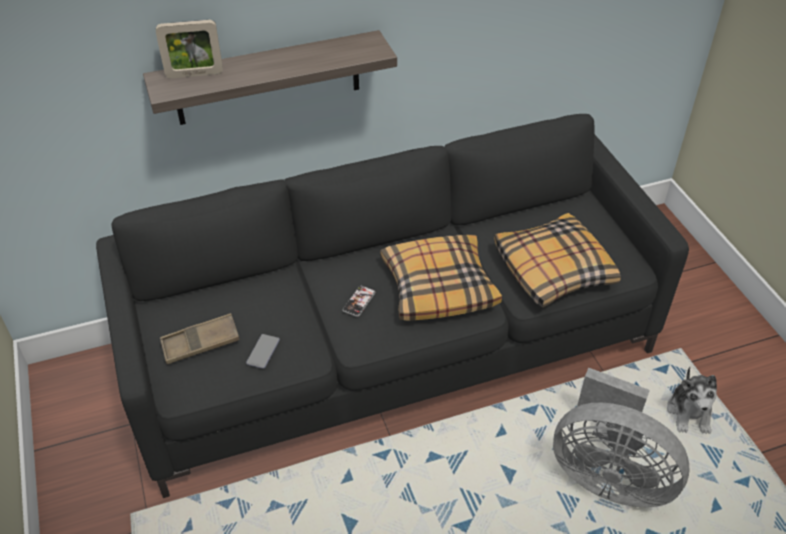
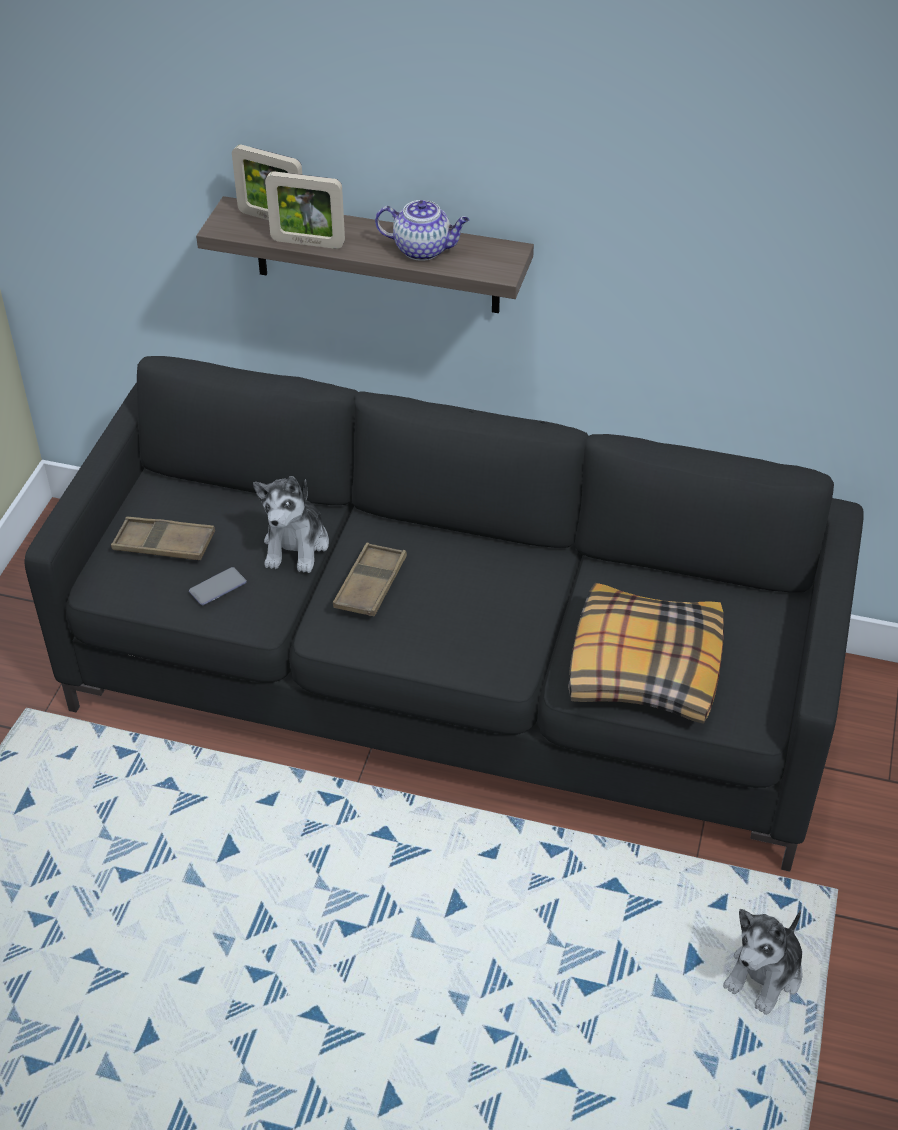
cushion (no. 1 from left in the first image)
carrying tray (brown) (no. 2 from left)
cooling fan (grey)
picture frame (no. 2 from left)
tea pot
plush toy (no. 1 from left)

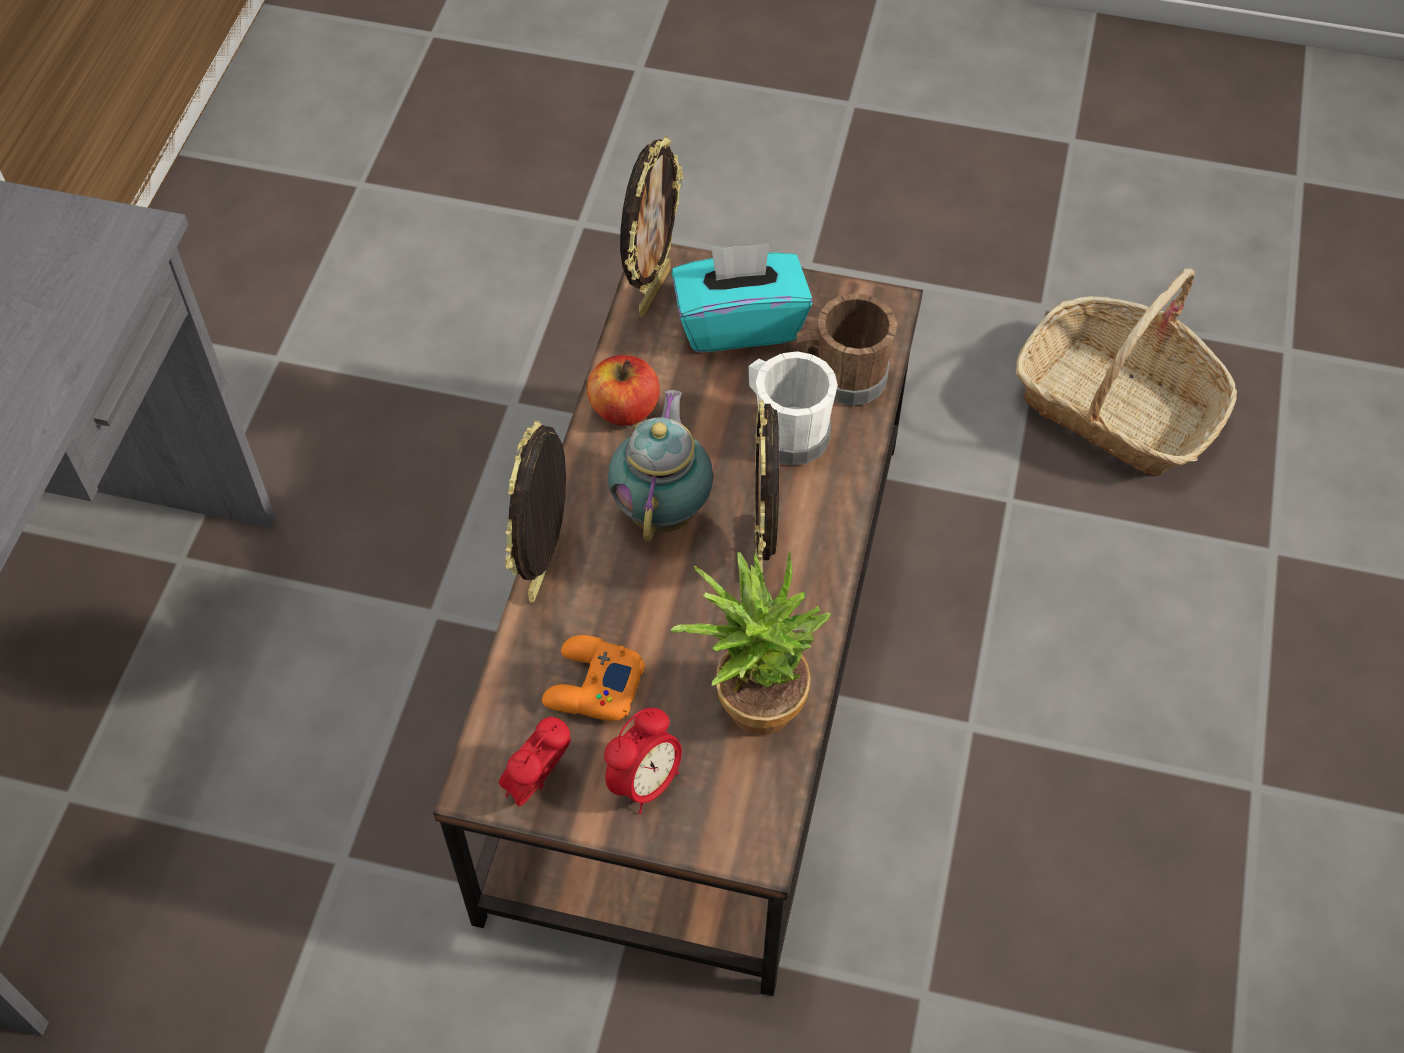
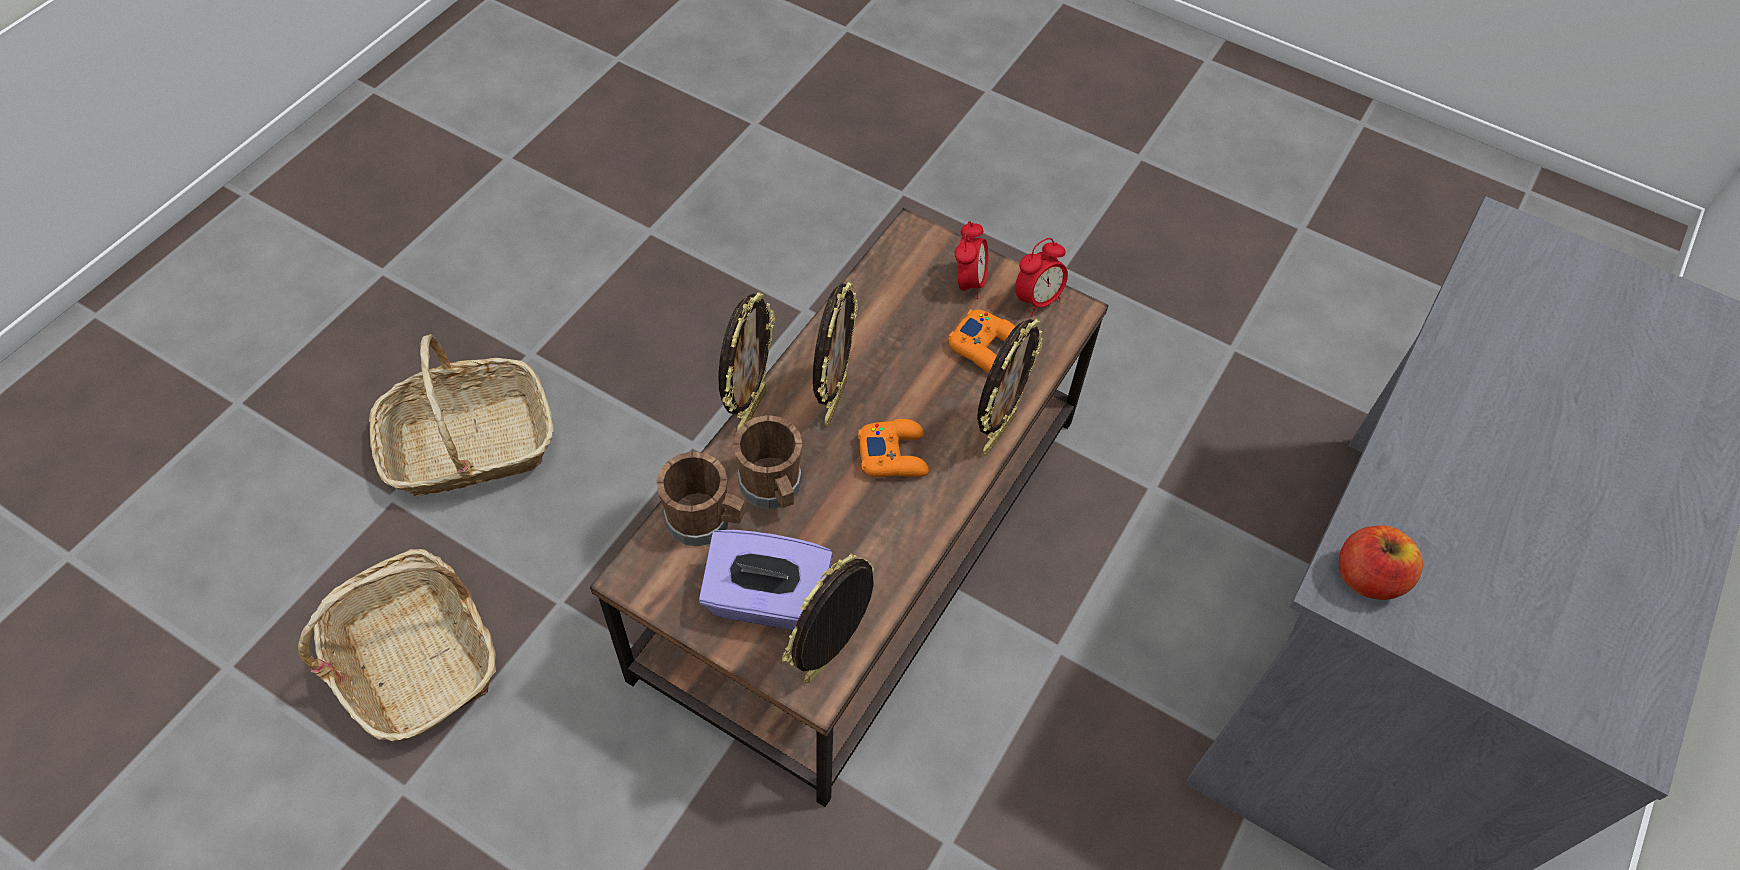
tissue holder (purple-coloured)
coffee mug (brown) (no. 2 from left)
apple fruit
gamepad (orange) (no. 1 from left)
plant in a pot
bedside clock (no. 1 from left)
picture frame (no. 1 from left)
storage basket (no. 2 from left)

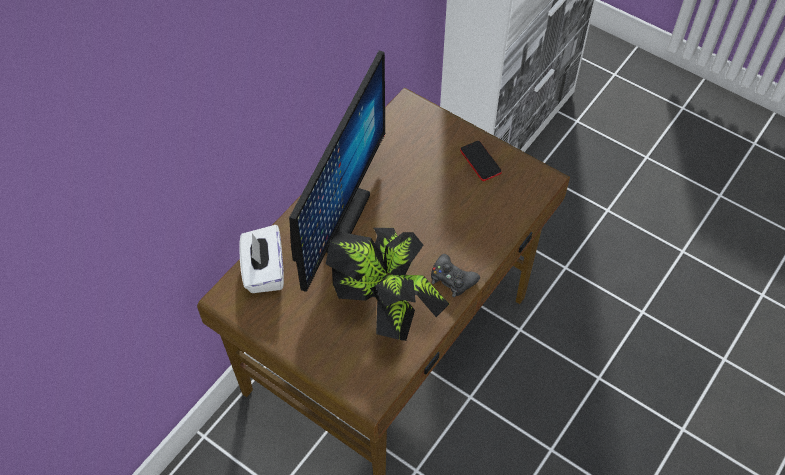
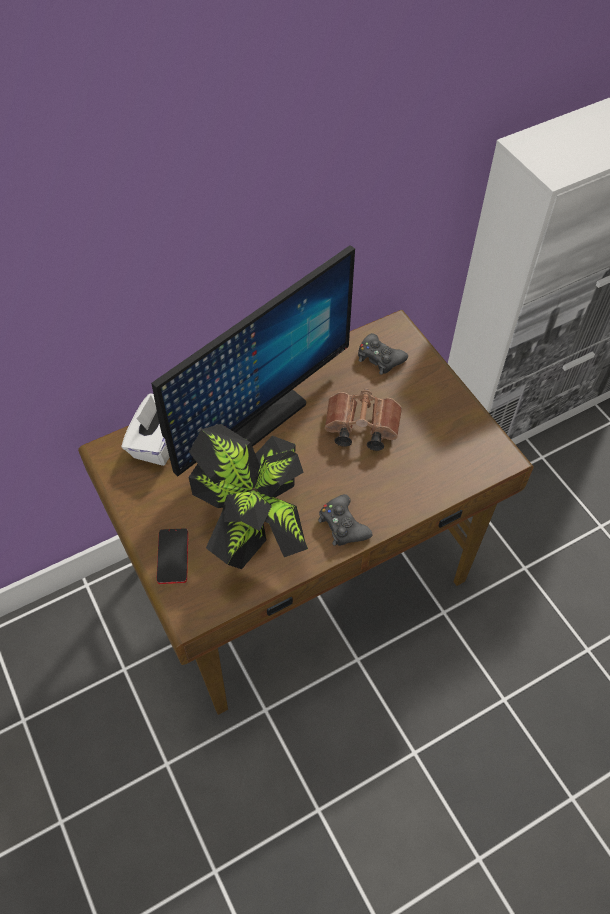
telephone
gamepad (blackish) (no. 2 from left)
pair of binoculars (brown)

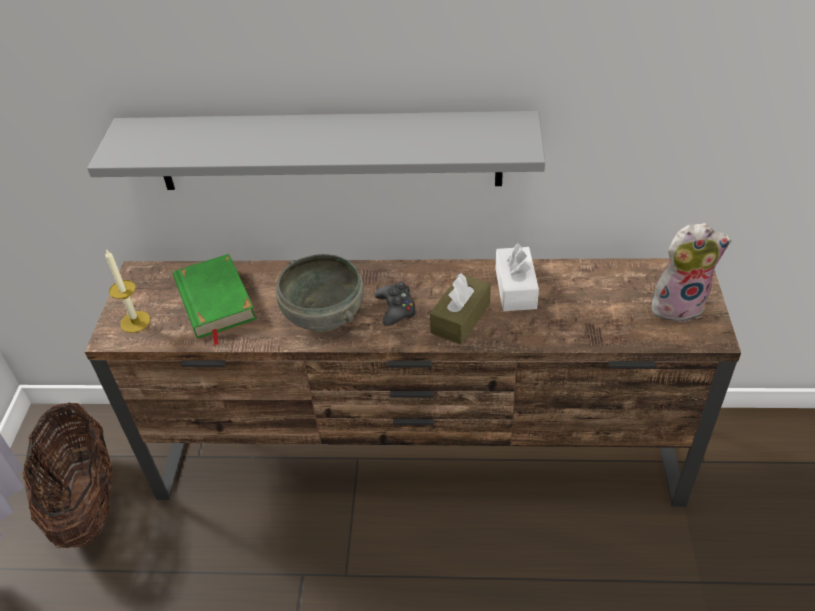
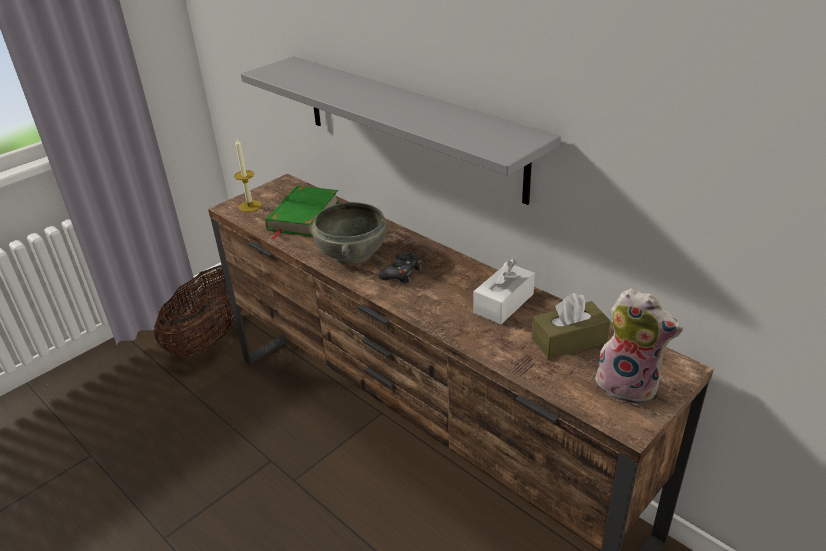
tissue holder (brown)

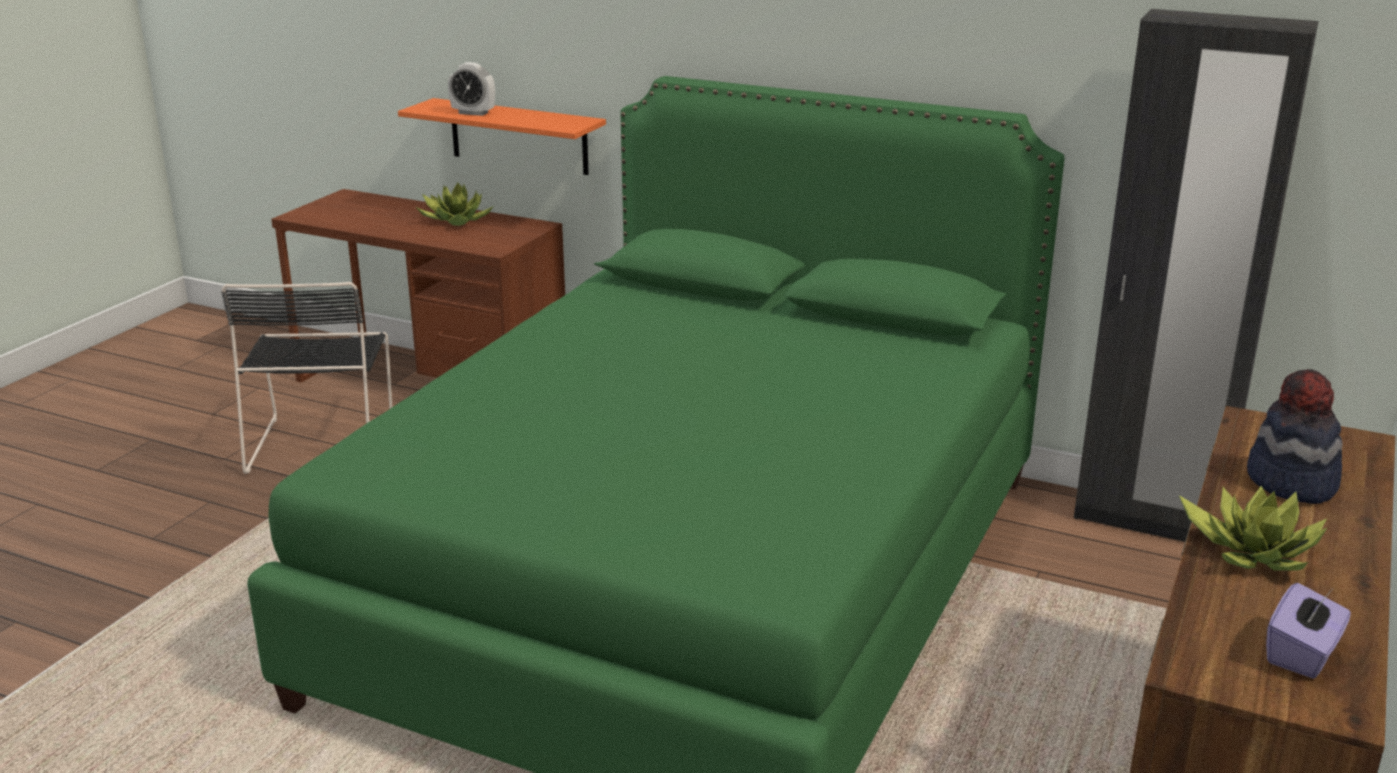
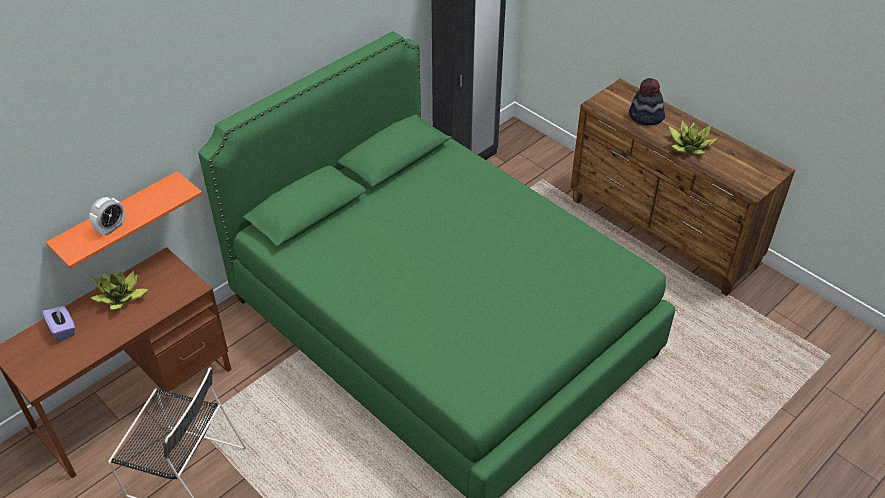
tissue holder (purple-coloured)

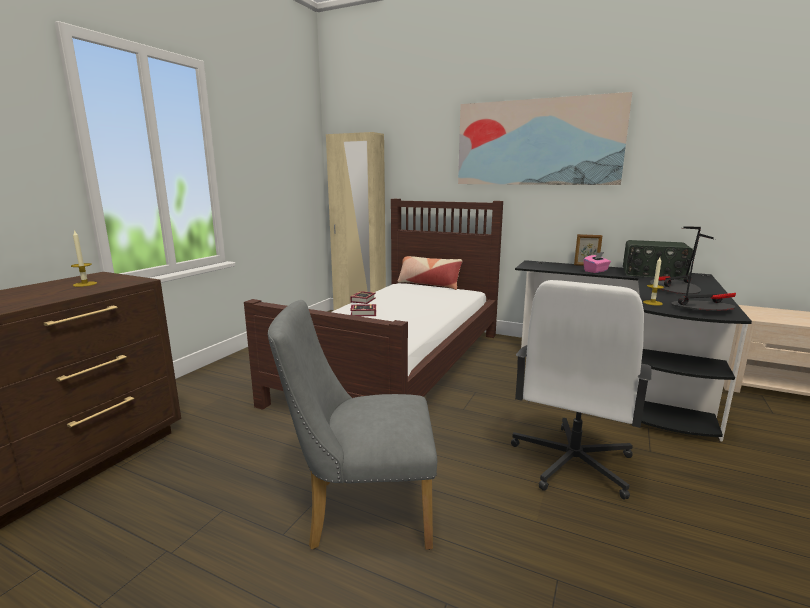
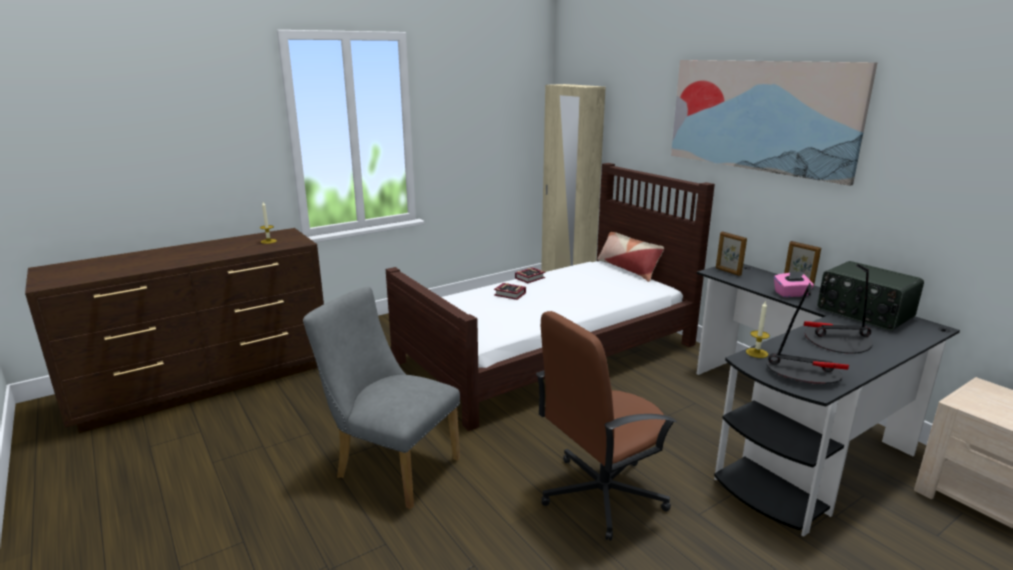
desk chair (brown)
picture frame (no. 1 from left)

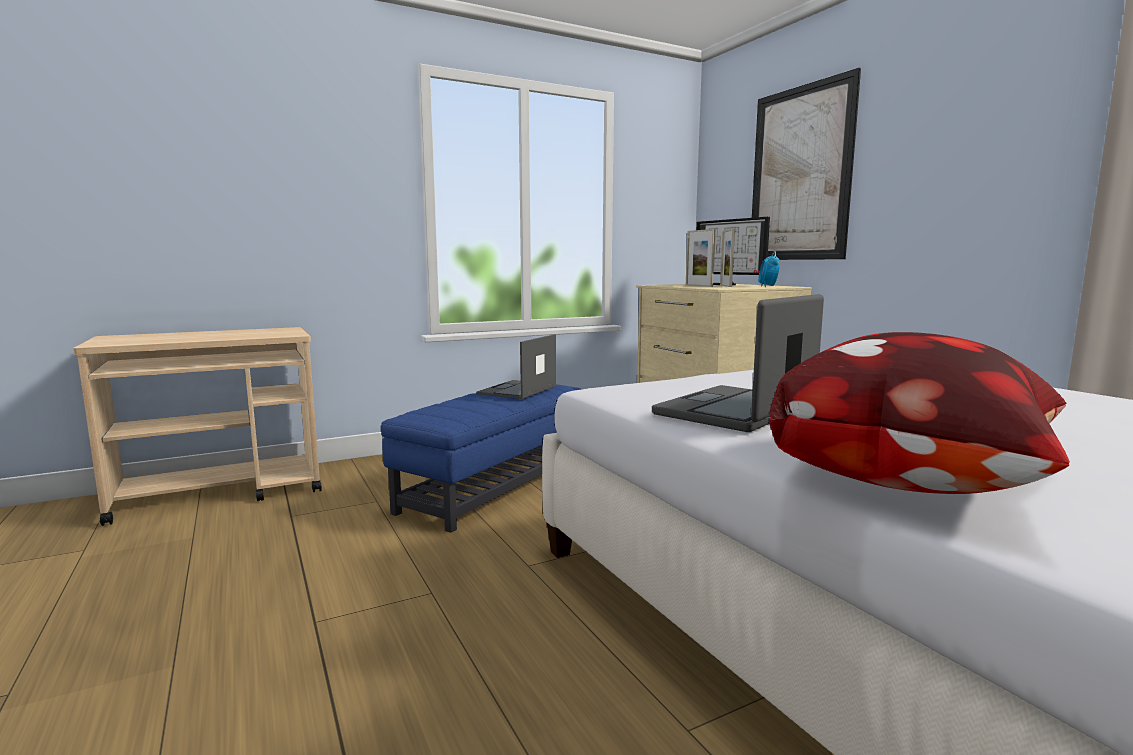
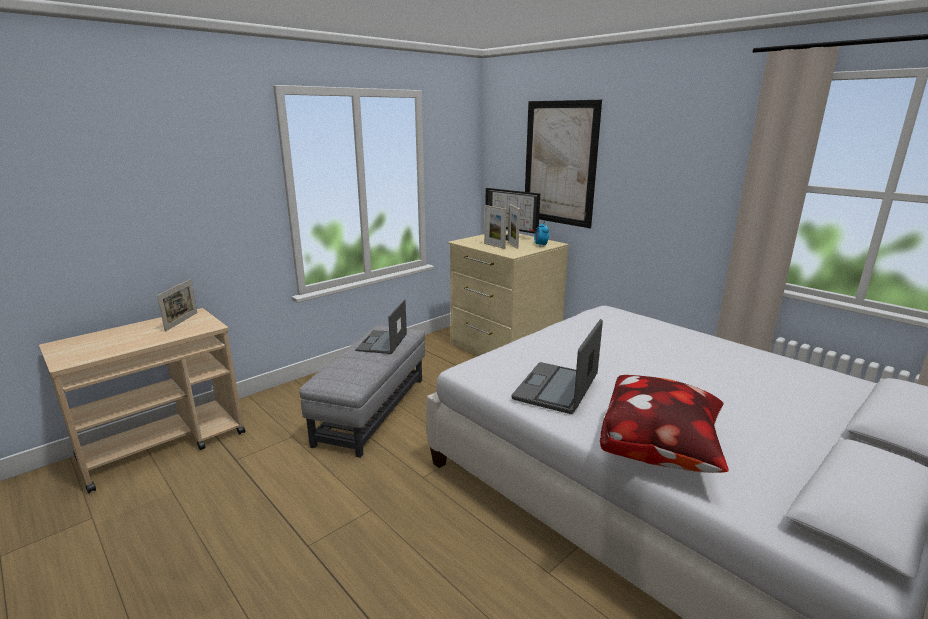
pouffe (grey)
picture frame (no. 1 from left)

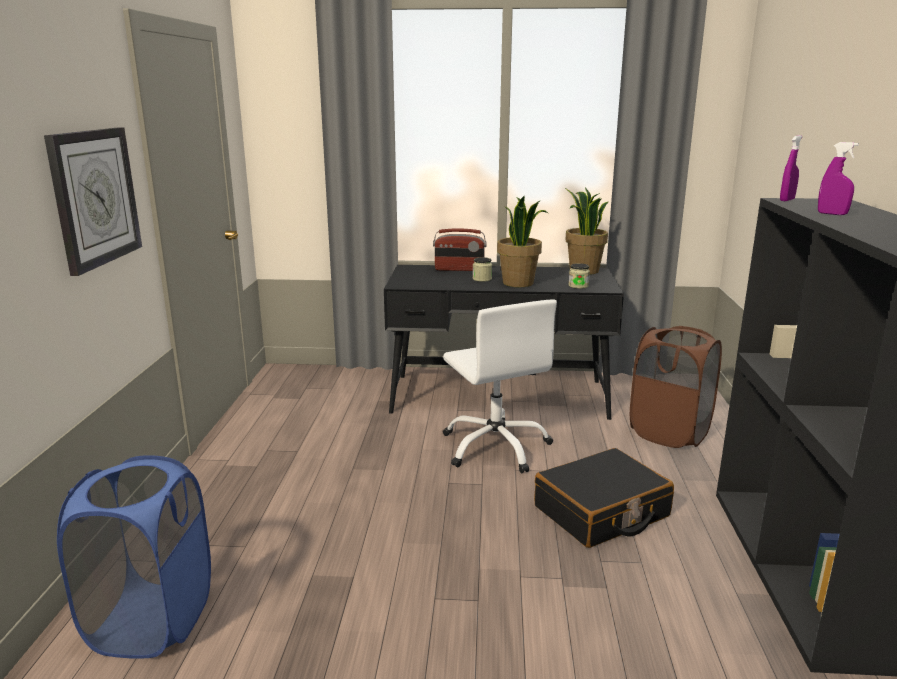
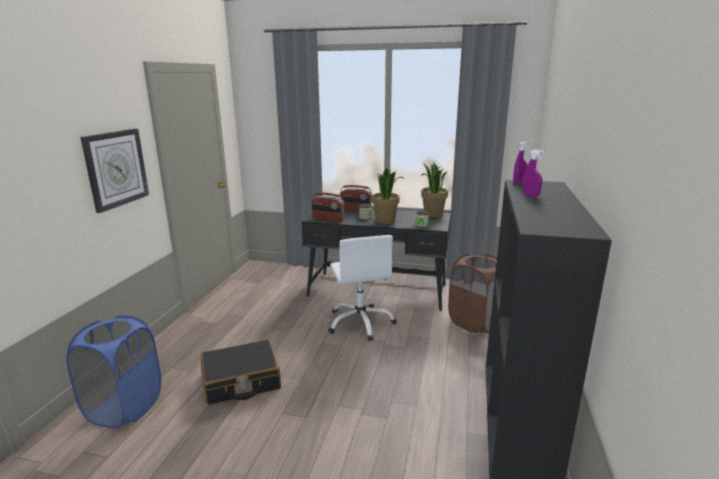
suitcase (blackish)
radio receiver (no. 1 from left)

